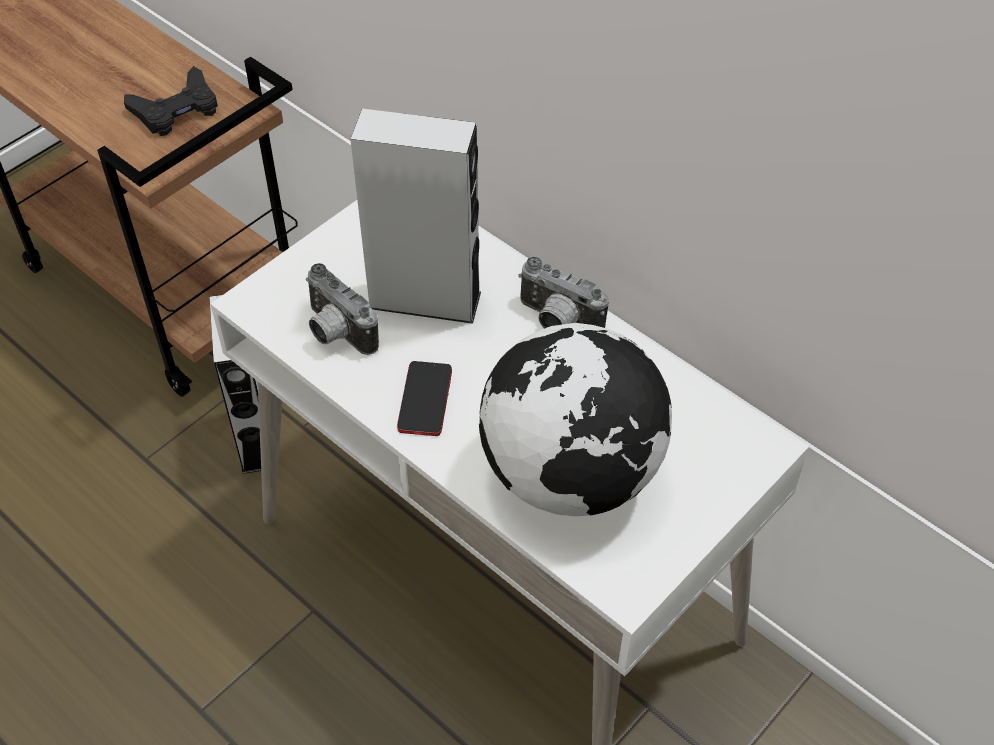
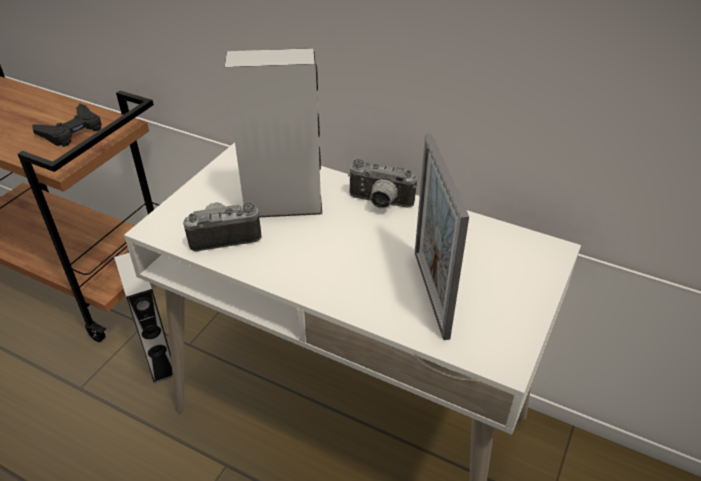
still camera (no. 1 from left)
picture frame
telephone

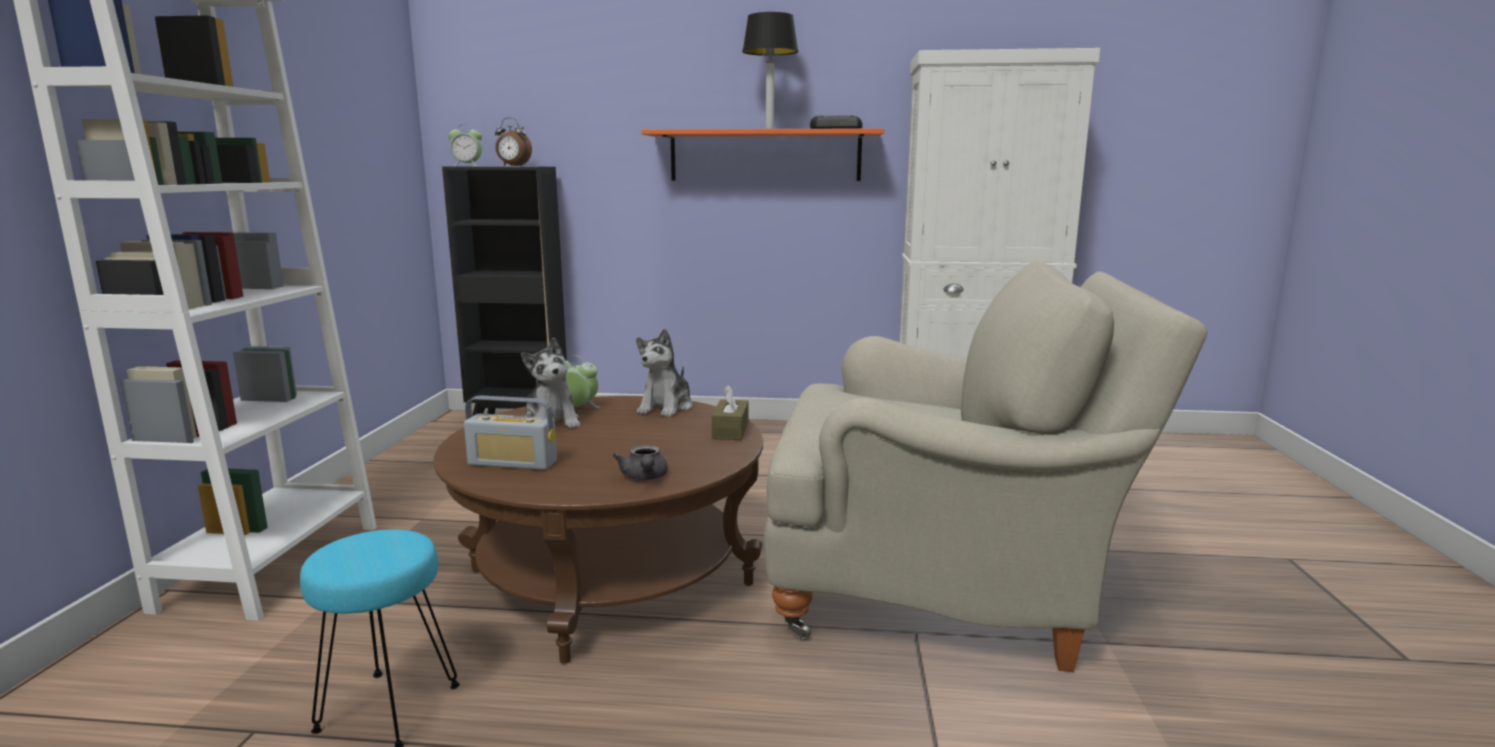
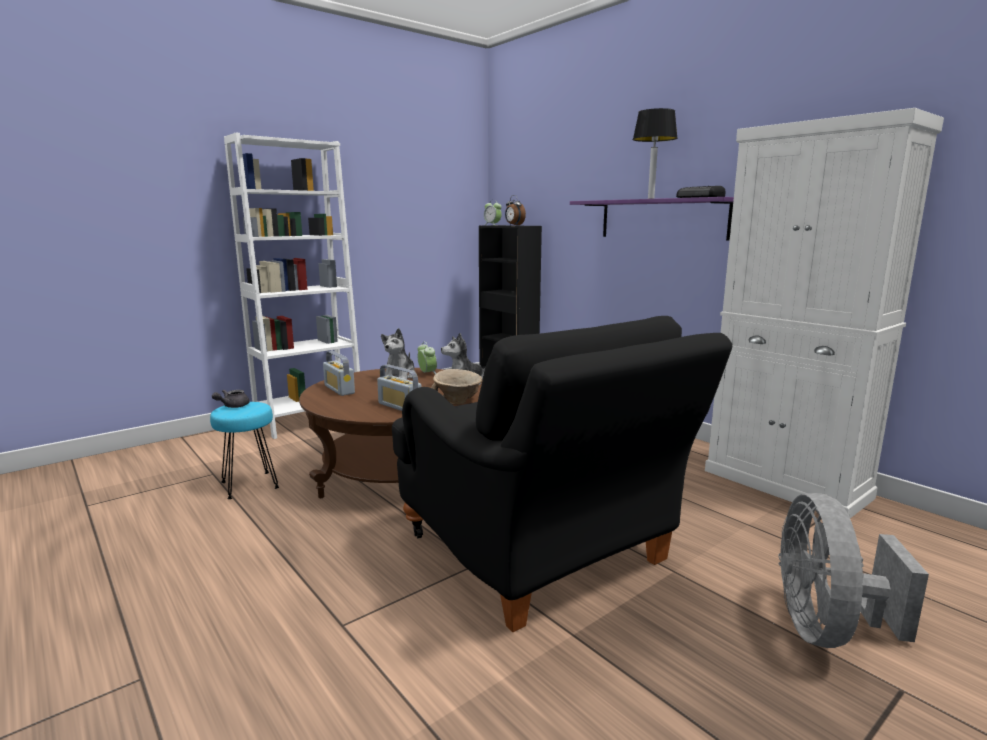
shelf (purple-coloured)
easy chair (blackish)
bowl (beige)
tea pot (grey)
radio receiver (no. 2 from left)
cooling fan (grey)

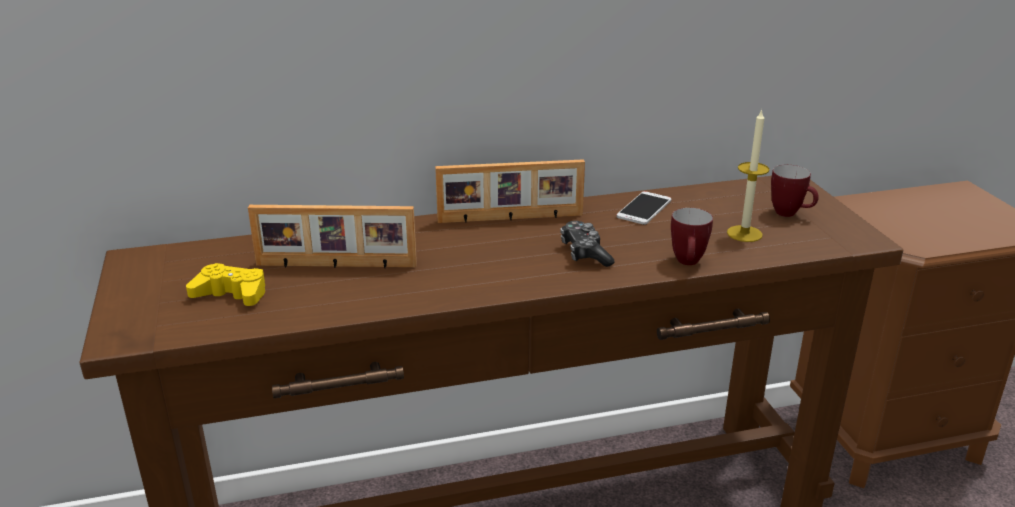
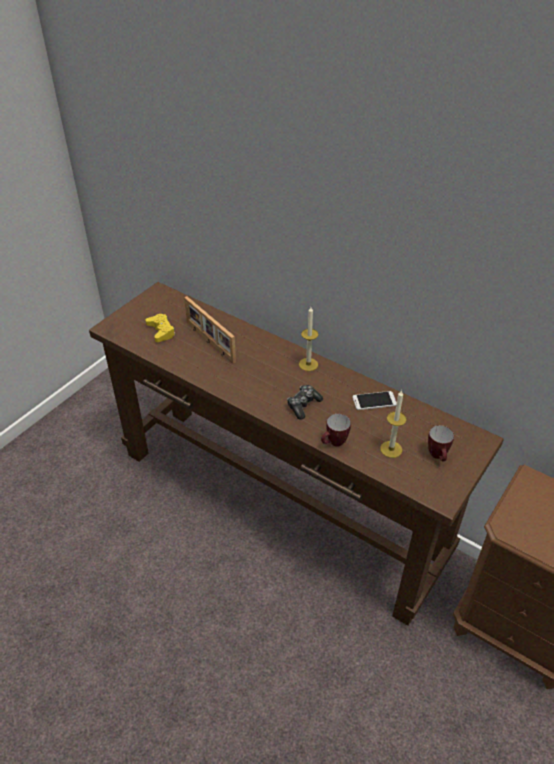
candle (no. 1 from left)

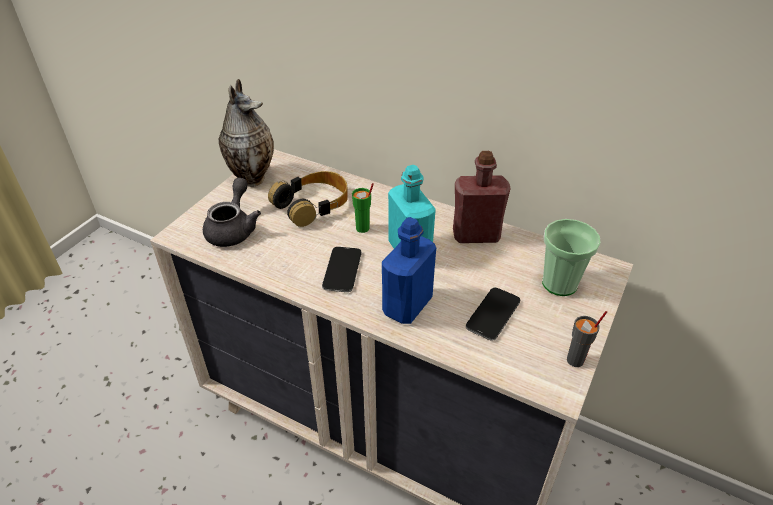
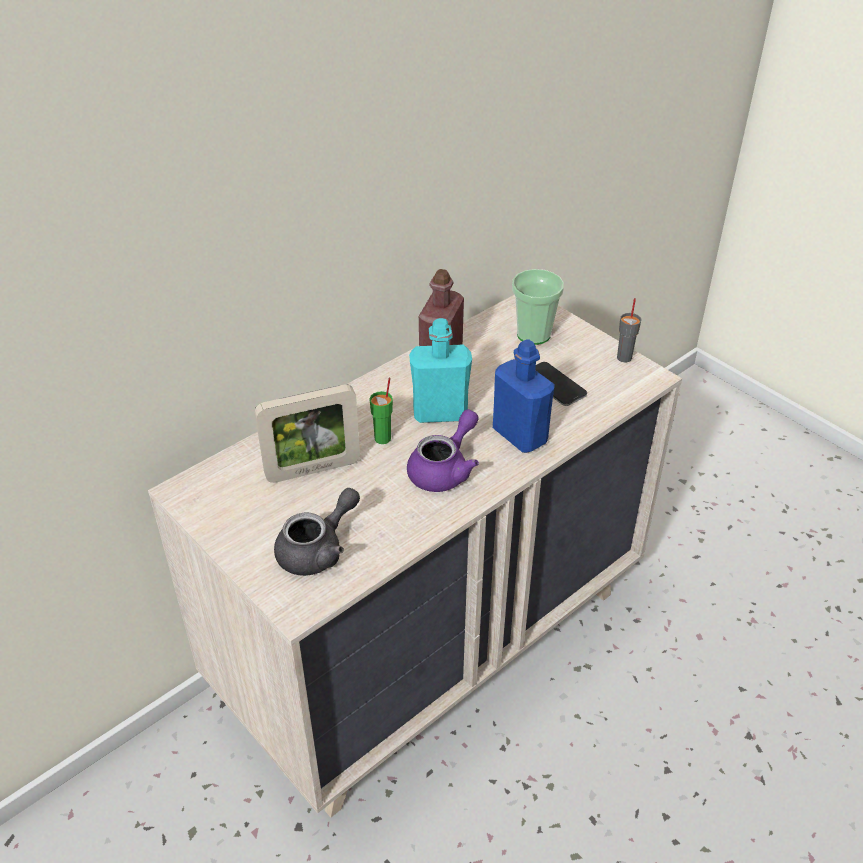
decorative vase
picture frame
tea pot (grey)
tea pot (purple-coloured)

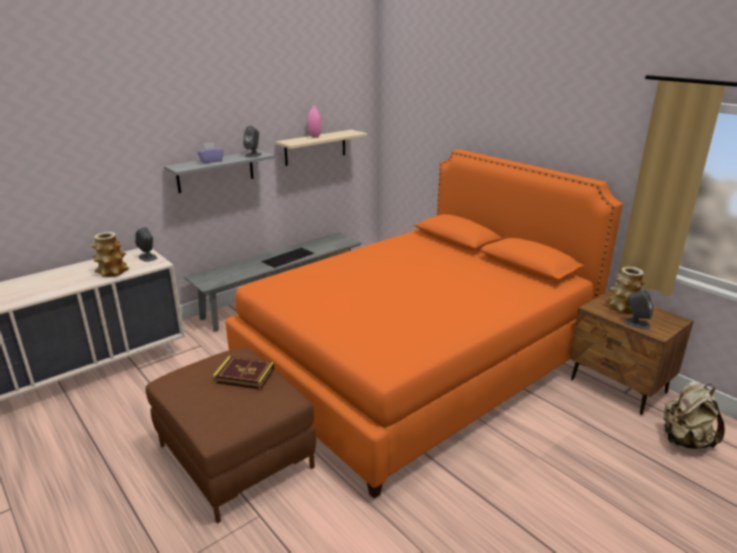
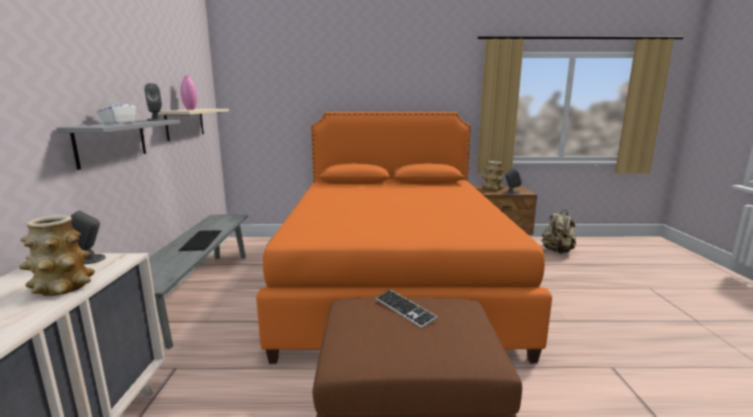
tissue holder (white-coloured)
keyboard (no. 2 from left)

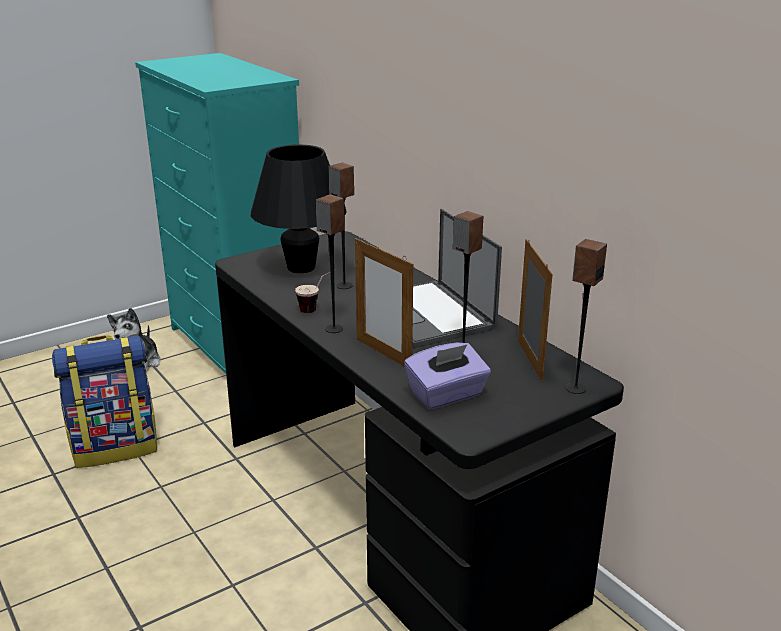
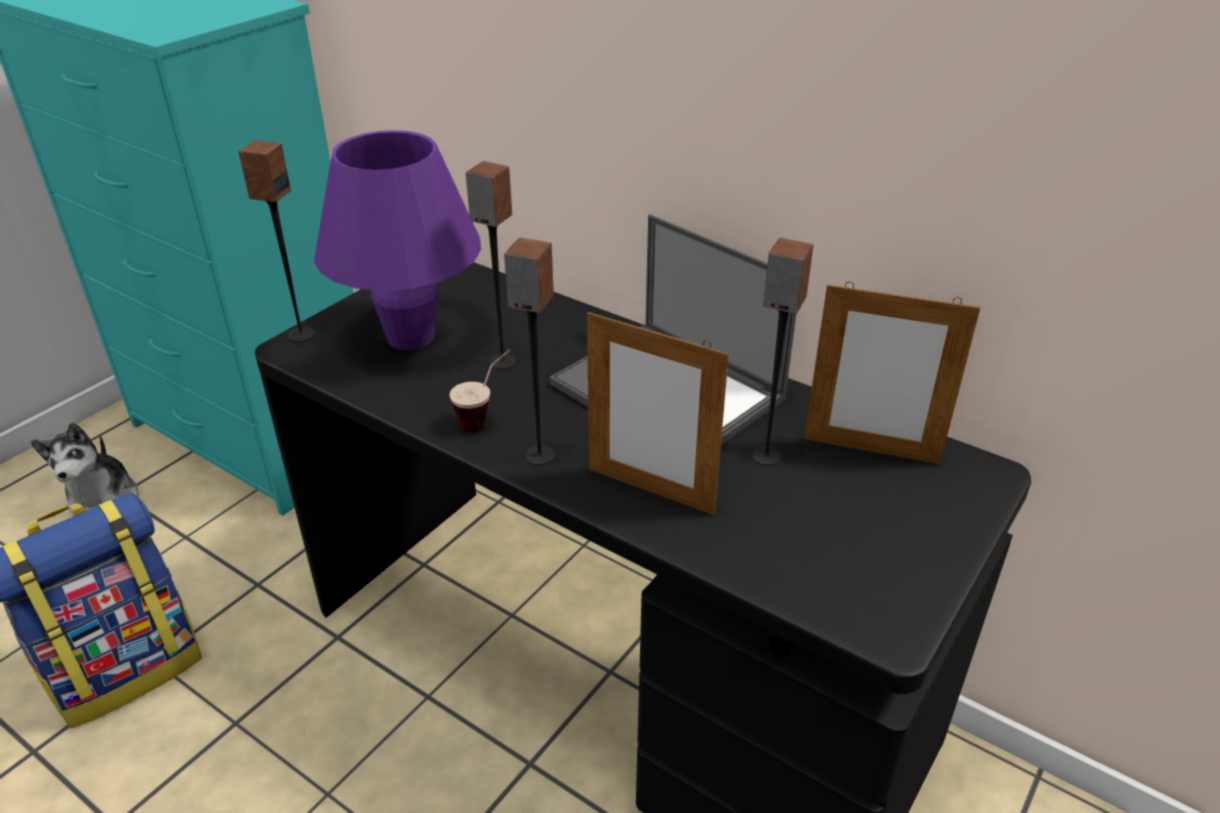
lamp for a table (purple-coloured)
picture frame (no. 2 from left)
speaker (no. 1 from left)
tissue holder (purple-coloured)

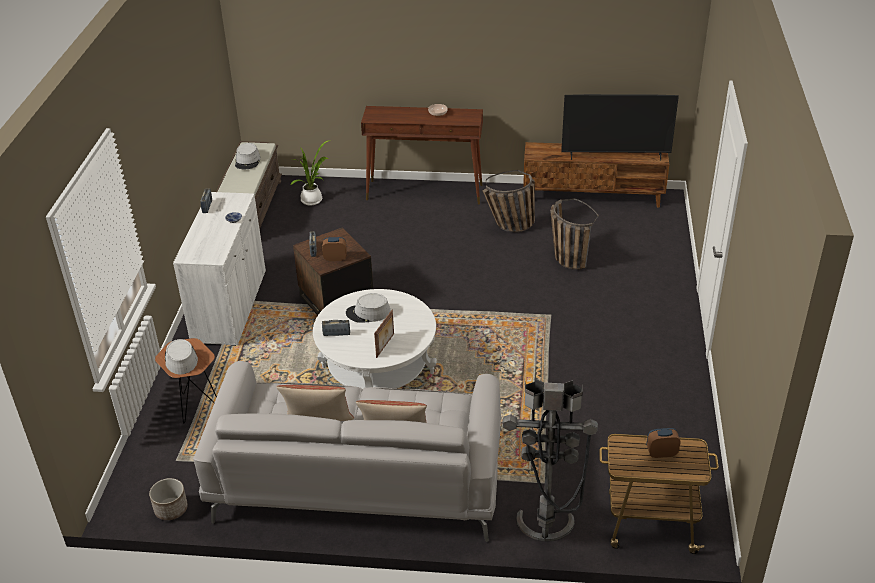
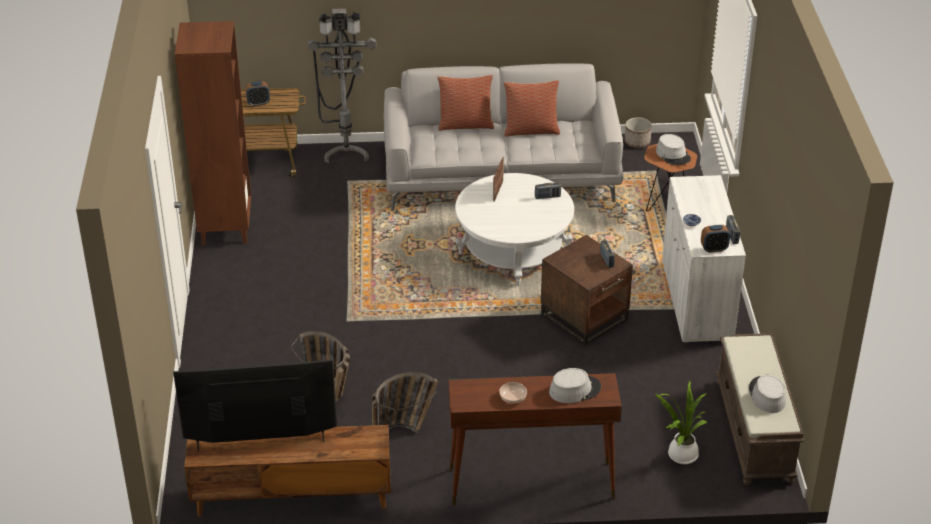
bedside clock (no. 2 from left)
clothing hat (grey) (no. 1 from left)
bookcase (brown)

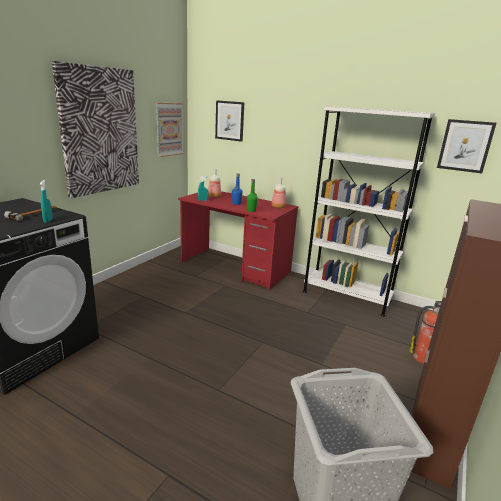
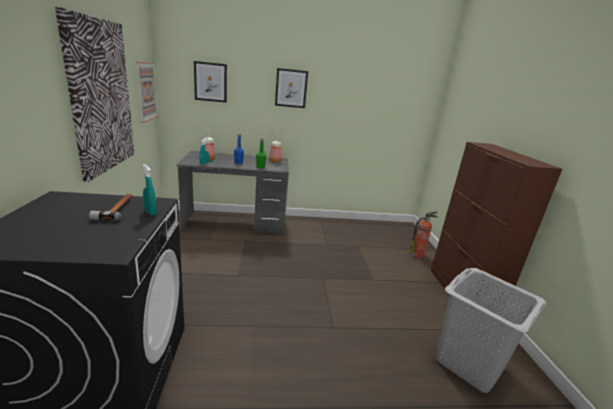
bookcase (white-coloured)
wall picture (no. 4 from left)
desk table (grey)

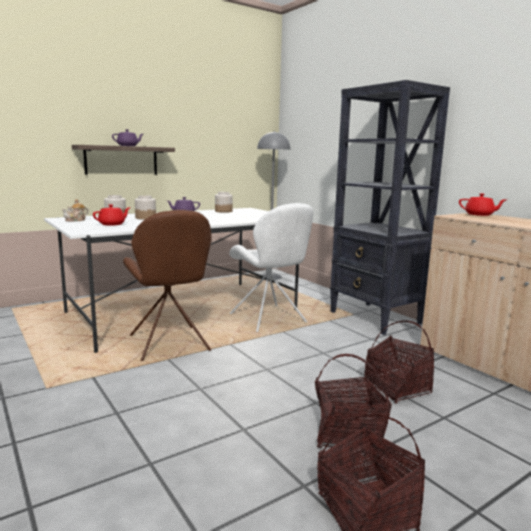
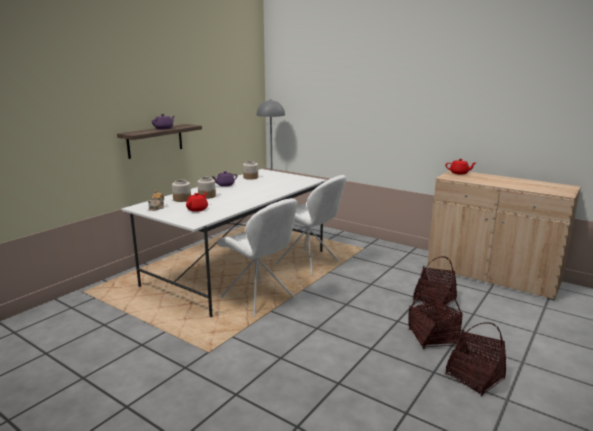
bookcase (blackish)
chair (white-coloured) (no. 1 from left)

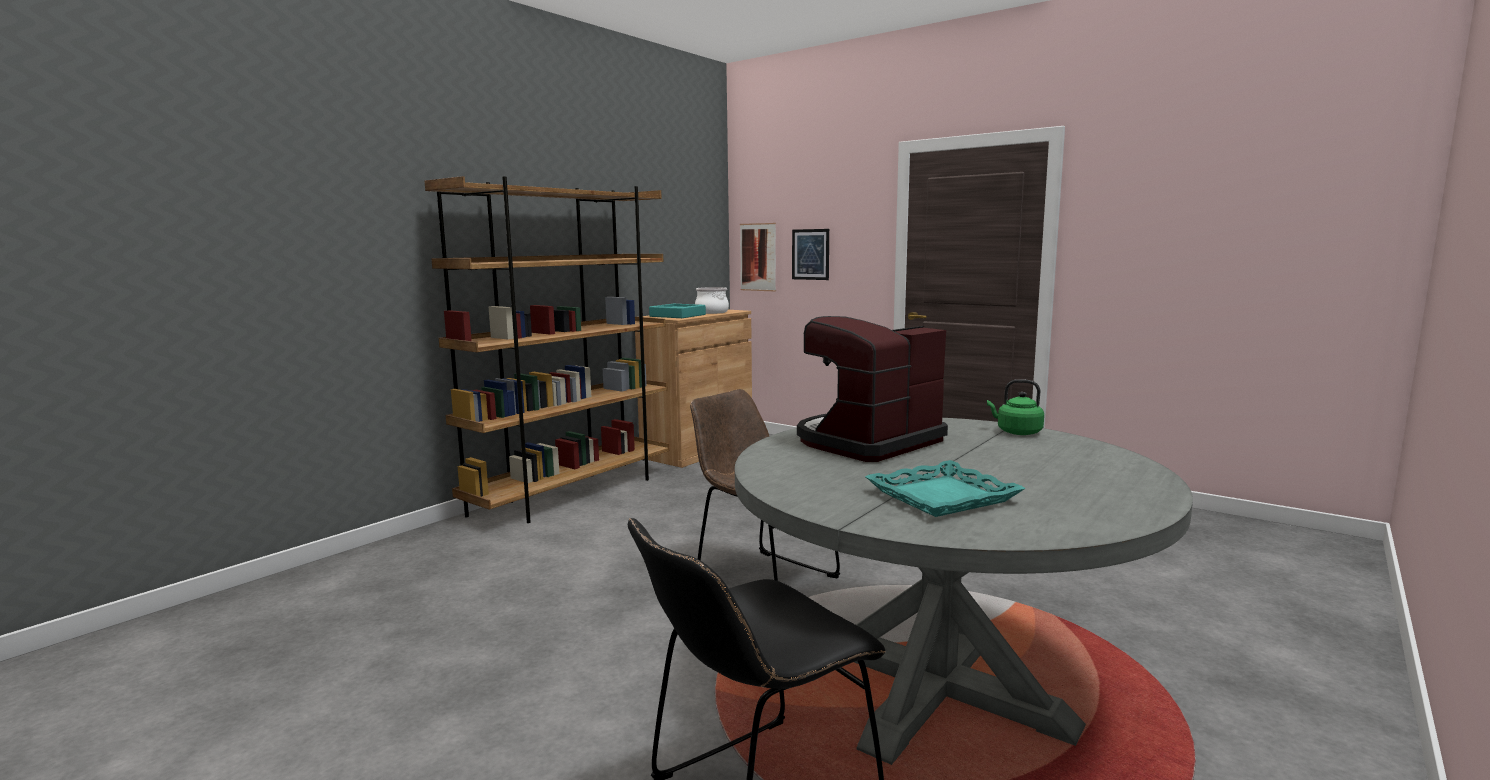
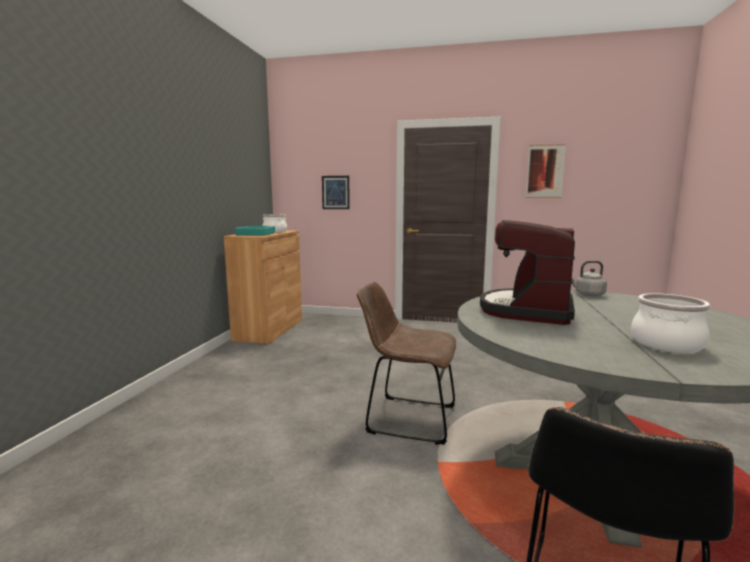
bookcase (brown)
wall picture (no. 2 from left)
water kettle (grey)
saucepot (no. 2 from left)

